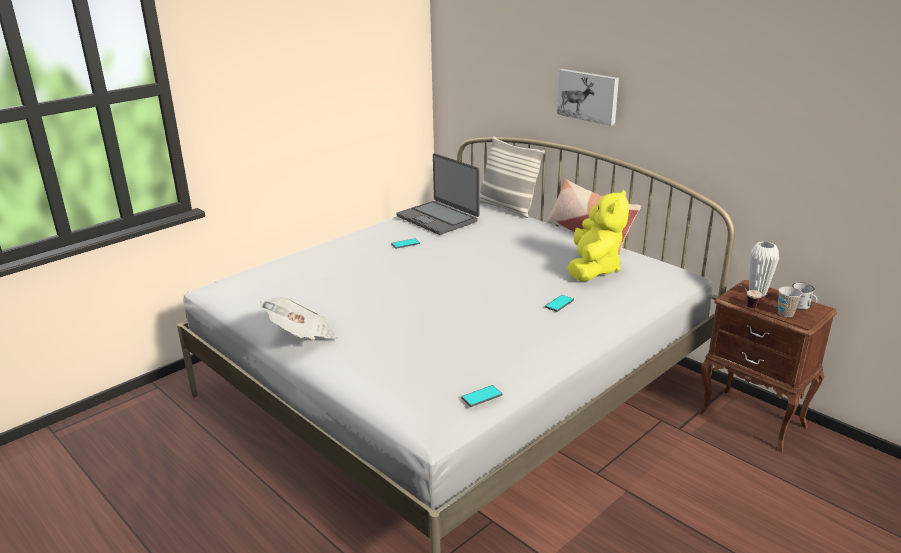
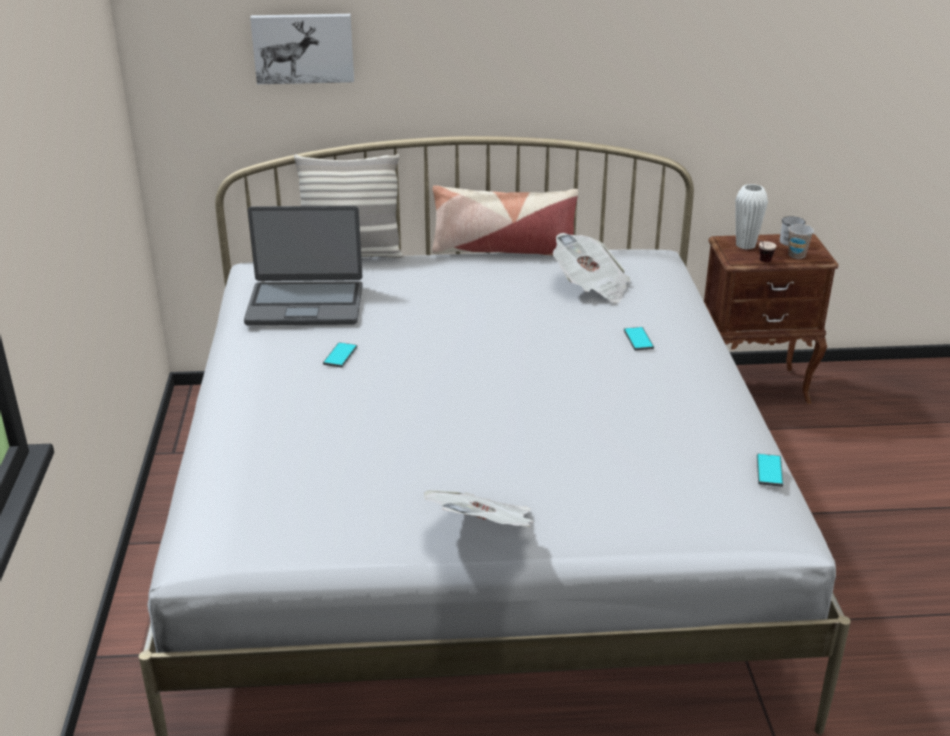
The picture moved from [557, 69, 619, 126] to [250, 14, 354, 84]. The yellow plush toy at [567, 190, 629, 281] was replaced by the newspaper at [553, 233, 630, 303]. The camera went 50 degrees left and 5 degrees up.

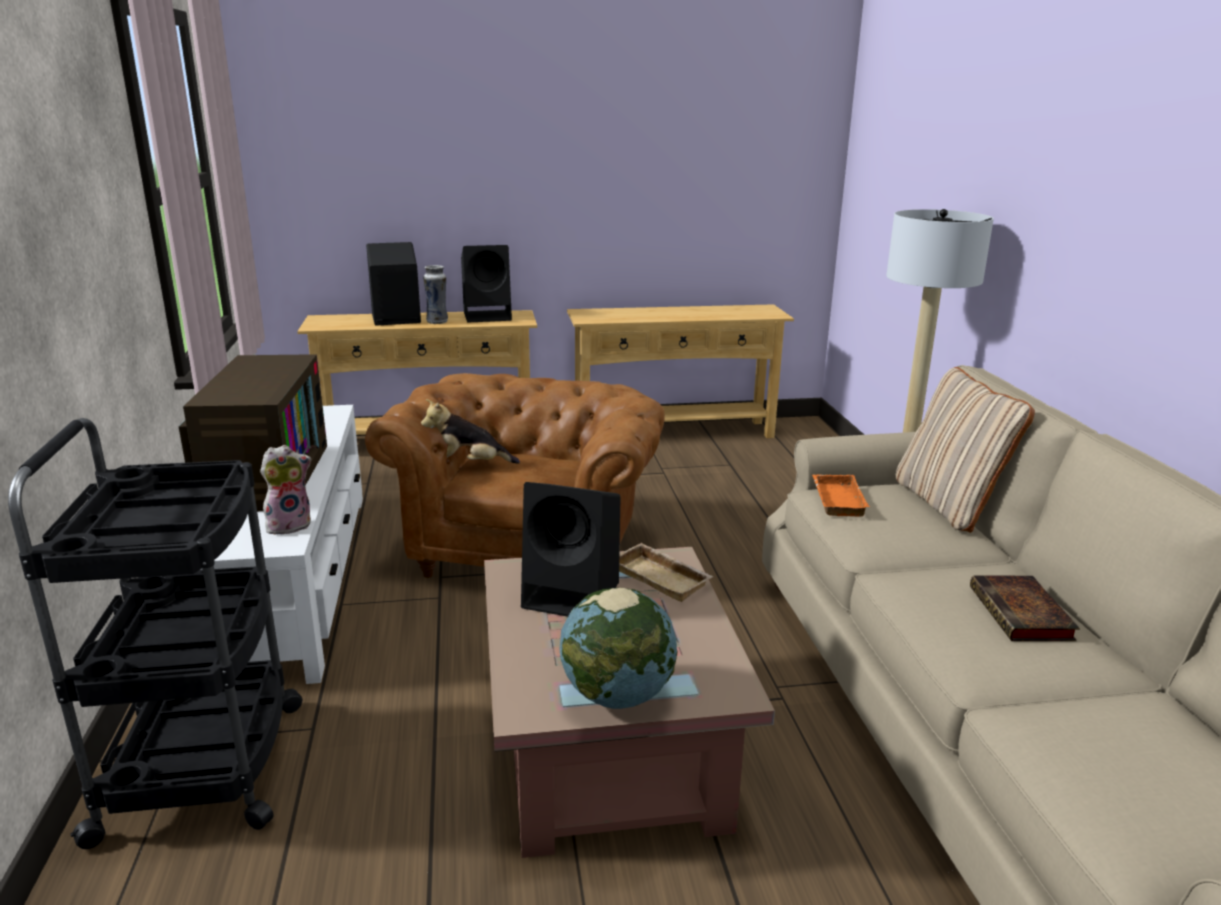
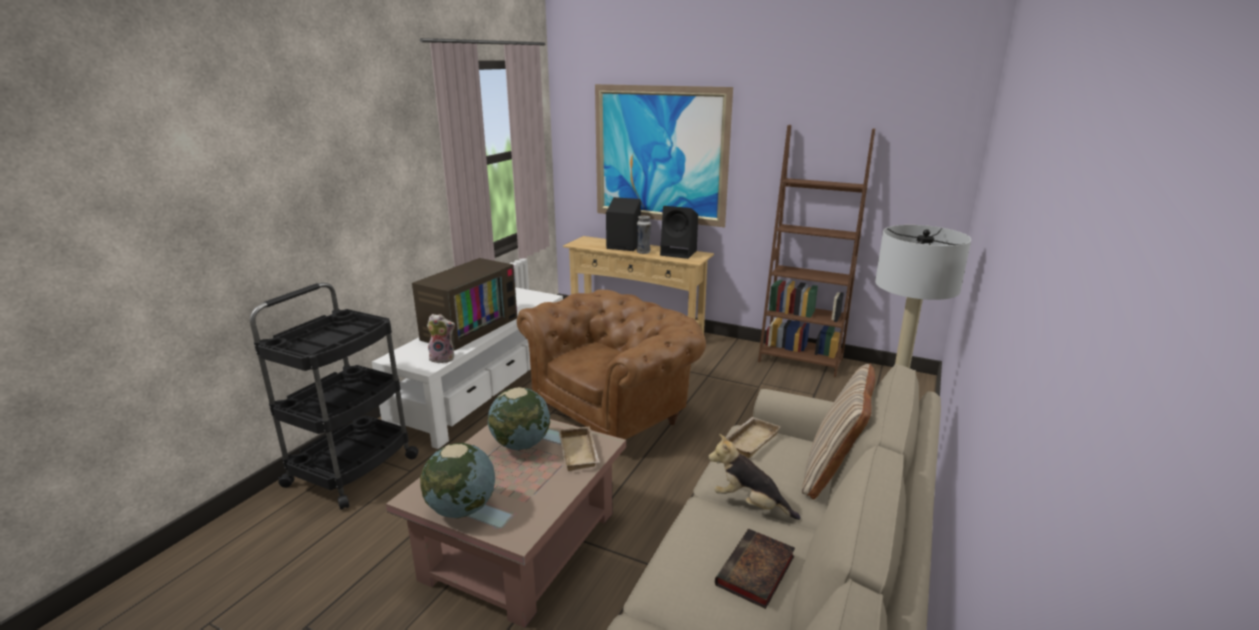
The picture at [595, 84, 733, 227] appeared. The plush toy moved from [421, 399, 520, 464] to [708, 434, 801, 520]. The black speaker at [521, 482, 621, 617] was replaced by the globe at [488, 387, 550, 450]. The beige console table at [567, 304, 794, 438] was replaced by the brown bookcase at [758, 125, 875, 378]. The orange tray at [812, 474, 870, 517] became the beige tray at [726, 417, 781, 458]. The camera went 35 degrees right and 0 degrees up.

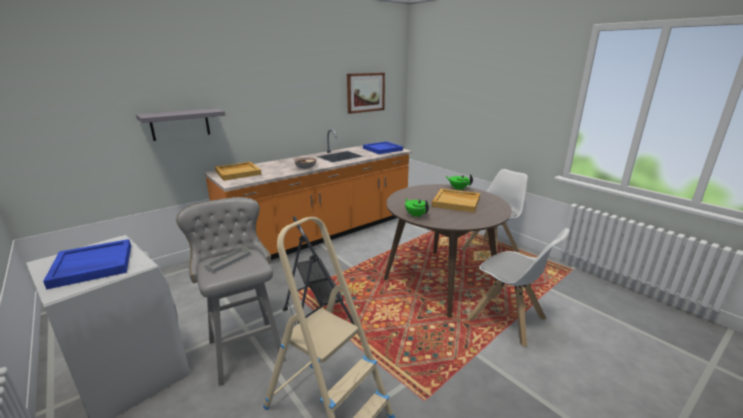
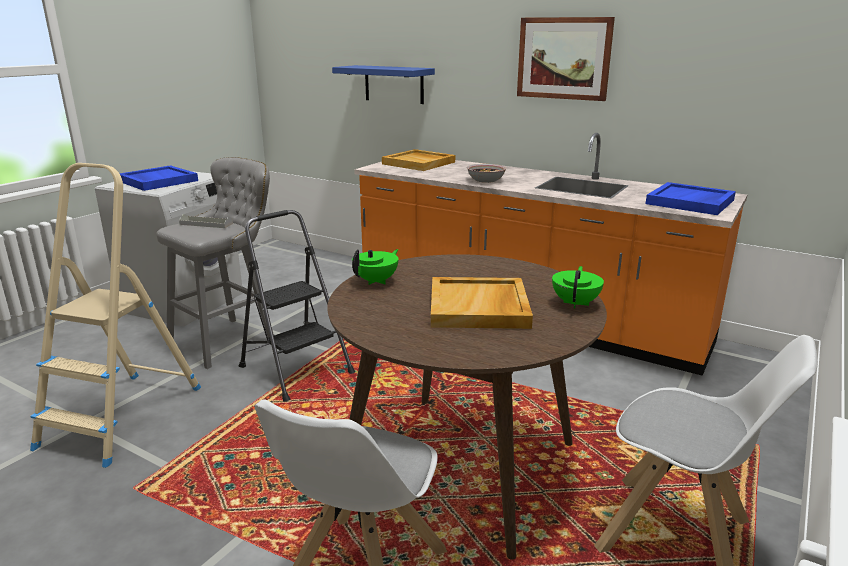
The picture moved from [347, 73, 385, 114] to [517, 17, 615, 101]. The grey shelf at [136, 108, 225, 141] became the blue shelf at [332, 65, 435, 104]. The camera went 70 degrees right and 0 degrees up.

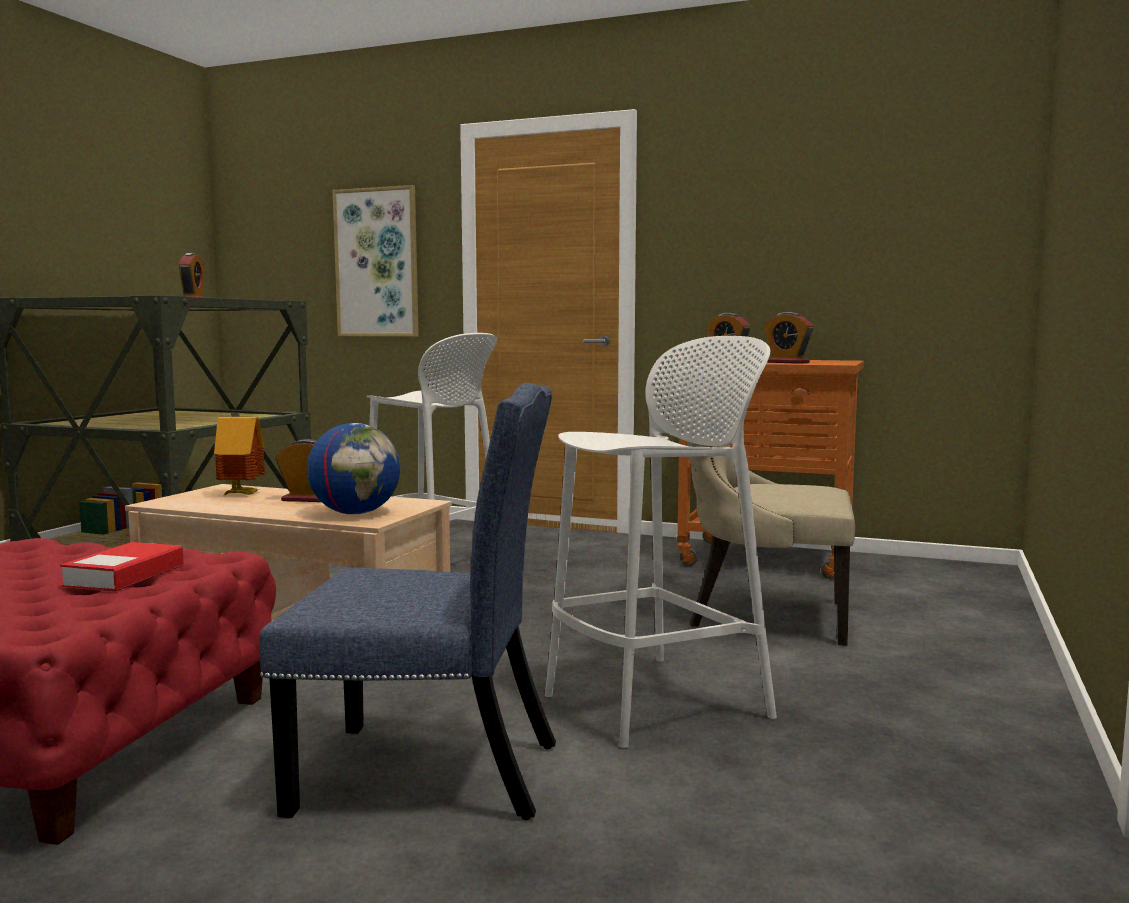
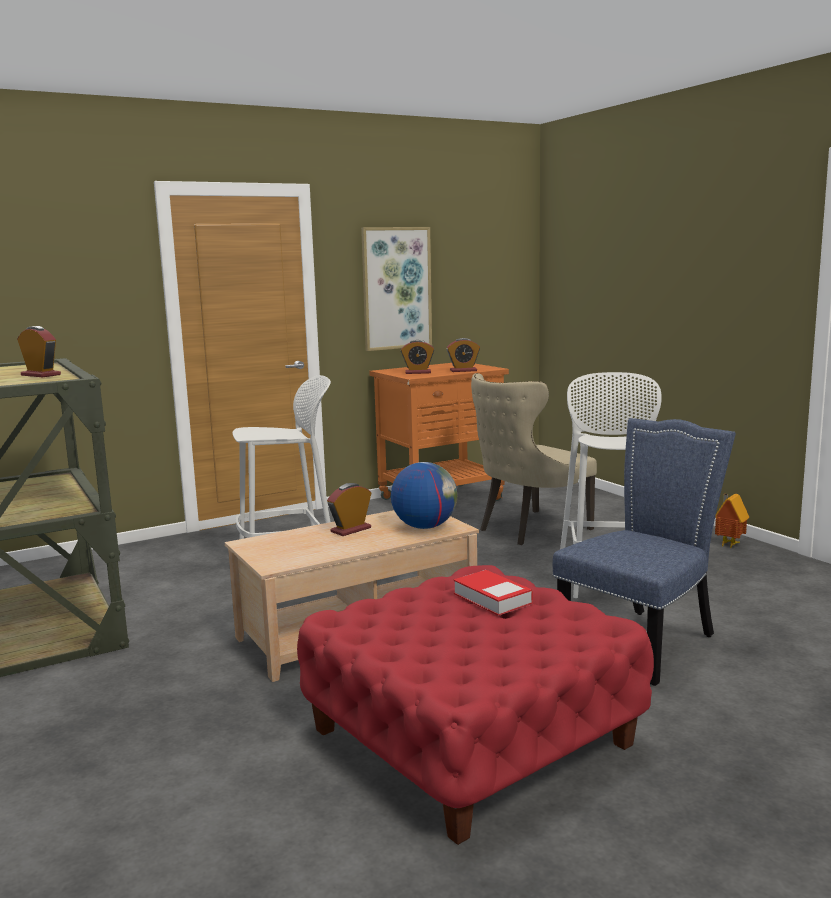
The toy house moved from [214, 412, 265, 496] to [715, 494, 749, 548]. The picture moved from [333, 185, 419, 337] to [361, 227, 432, 351]. The camera went 50 degrees left and 5 degrees up.

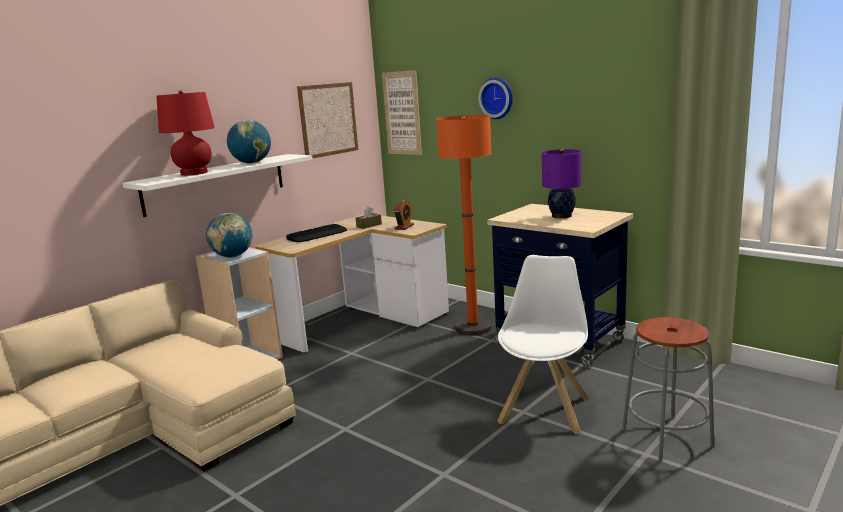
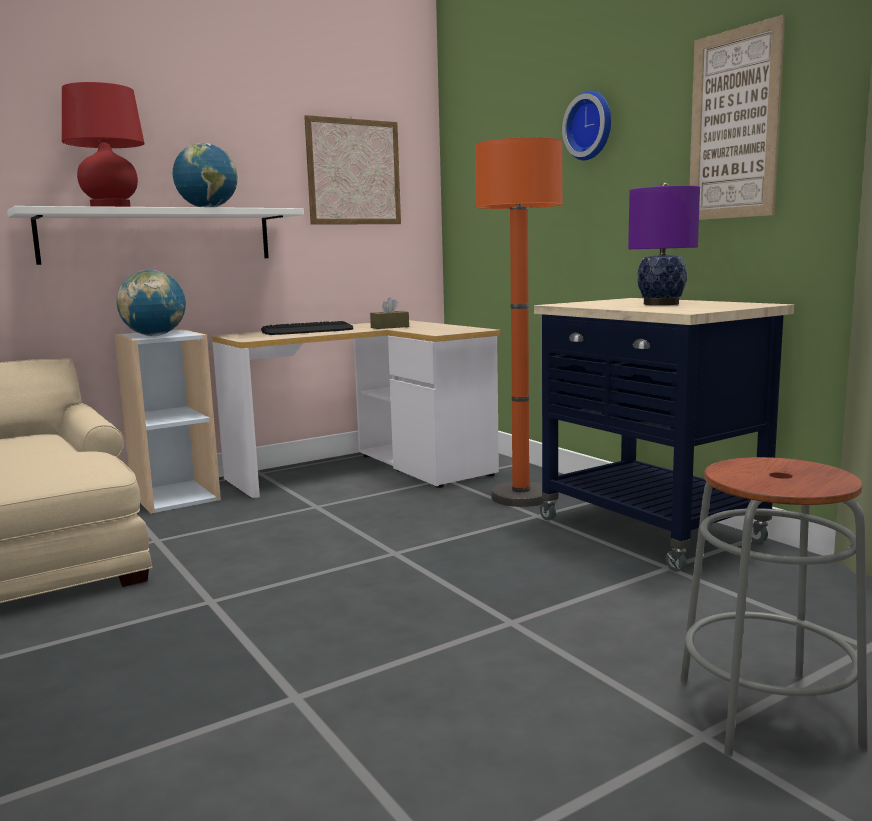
The alarm clock at [394, 200, 414, 230] disappeared. The white chair at [497, 255, 588, 434] disappeared. The picture moved from [382, 70, 422, 155] to [689, 15, 785, 220]. The camera went 15 degrees right and 5 degrees down.

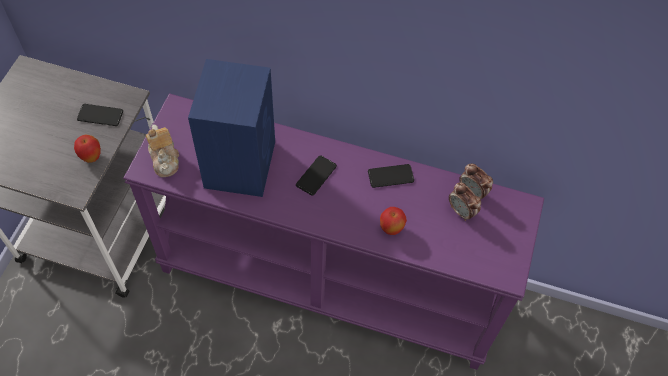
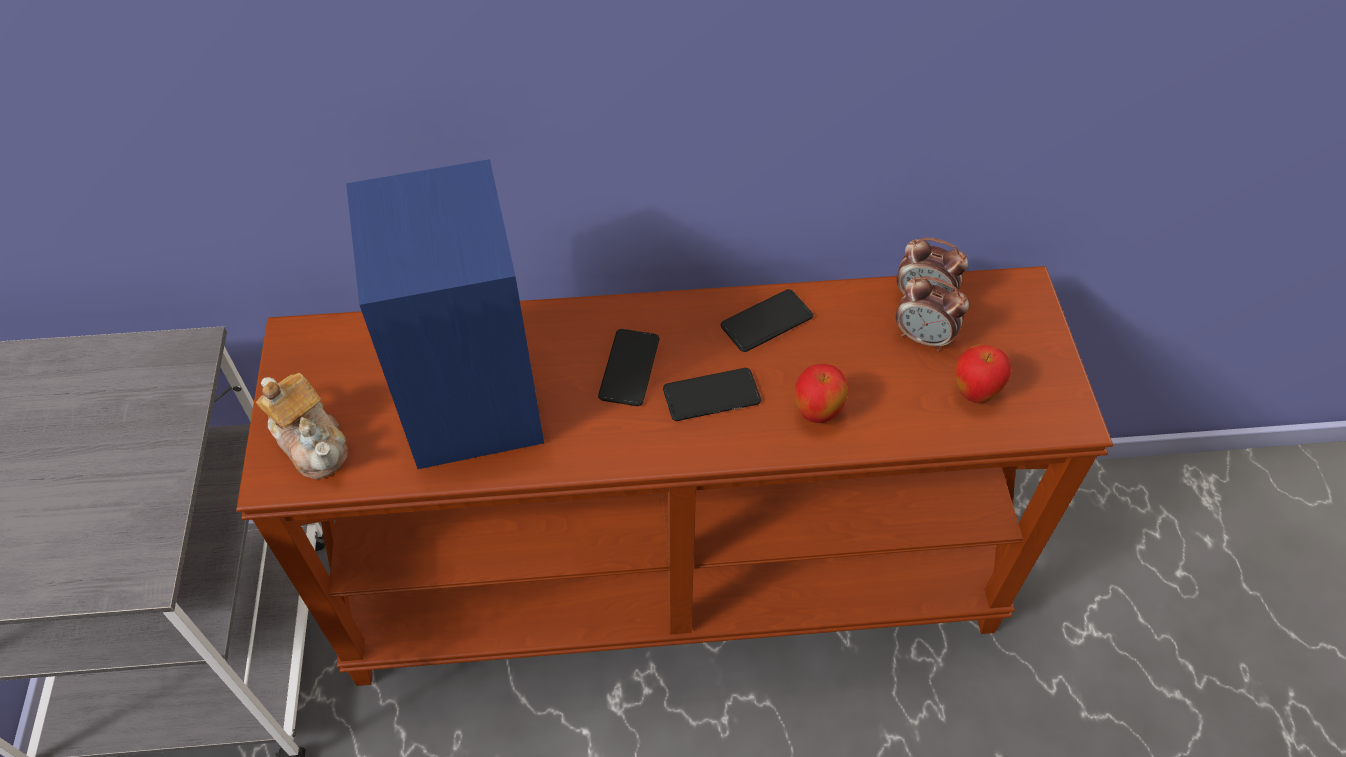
The apple moved from [74, 135, 101, 163] to [955, 344, 1012, 403]. The phone moved from [77, 104, 123, 126] to [663, 368, 761, 421]. The purple console table at [123, 93, 544, 370] became the brown console table at [236, 266, 1113, 686]. The camera went 20 degrees left and 5 degrees down.

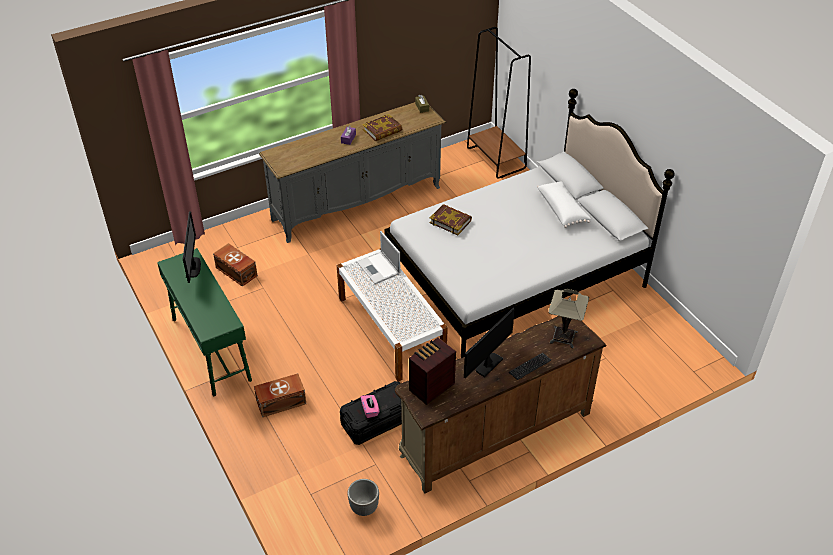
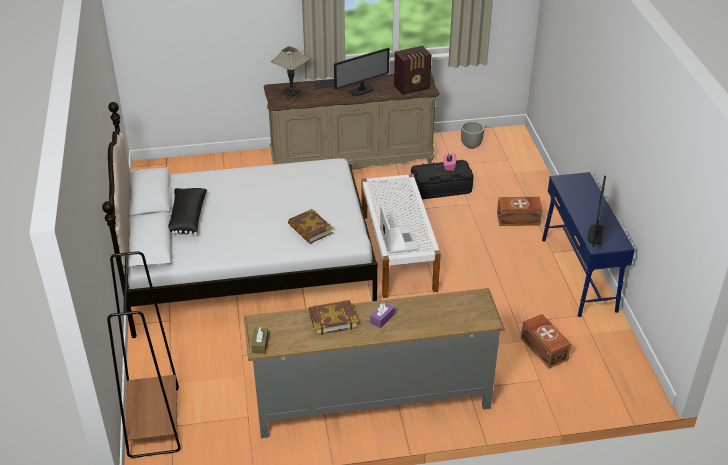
The green console table at [157, 248, 252, 396] became the blue console table at [542, 172, 635, 317]. The white pillow at [537, 181, 592, 228] became the black pillow at [168, 188, 207, 235]. The camera went 160 degrees left and 5 degrees down.

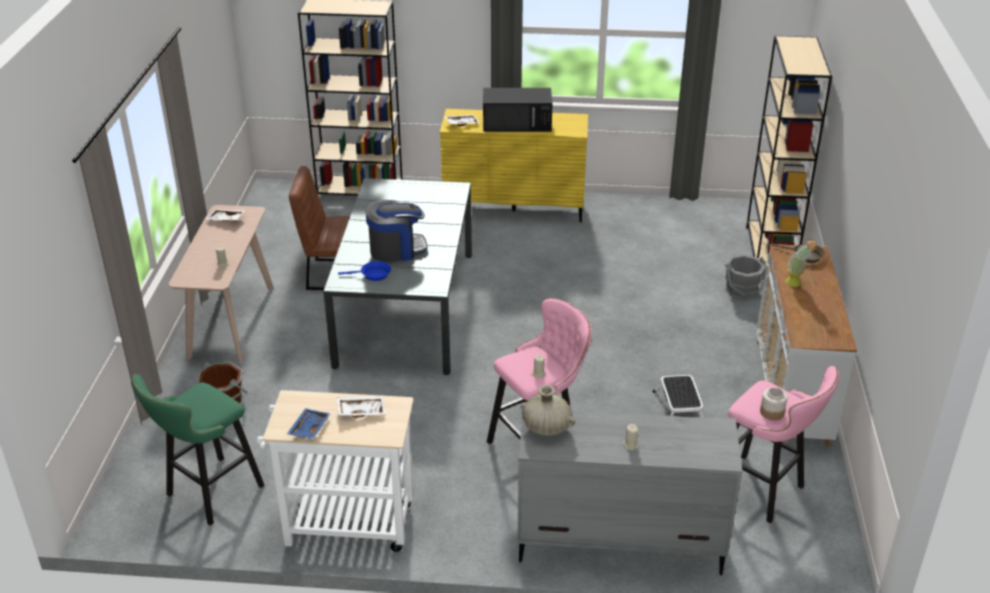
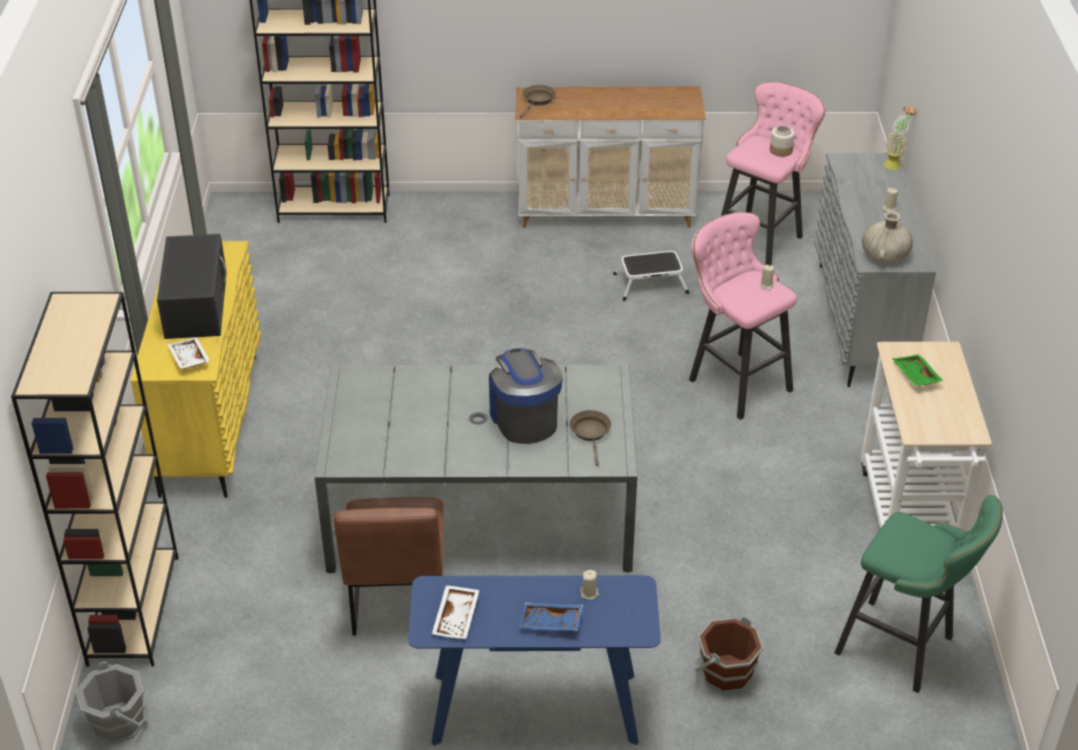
The blue tray moved from [287, 408, 331, 439] to [519, 603, 583, 631]. The grey bucket moved from [725, 254, 767, 299] to [76, 662, 149, 744]. The potted plant moved from [785, 239, 817, 287] to [884, 104, 917, 170]. The beige console table at [169, 205, 274, 363] became the blue console table at [408, 575, 661, 746]. The white tray at [337, 397, 386, 417] became the green tray at [892, 354, 943, 386]. The blue frying pan at [338, 261, 391, 281] became the brown frying pan at [570, 410, 611, 466]. The camera went 95 degrees left and 5 degrees up.

